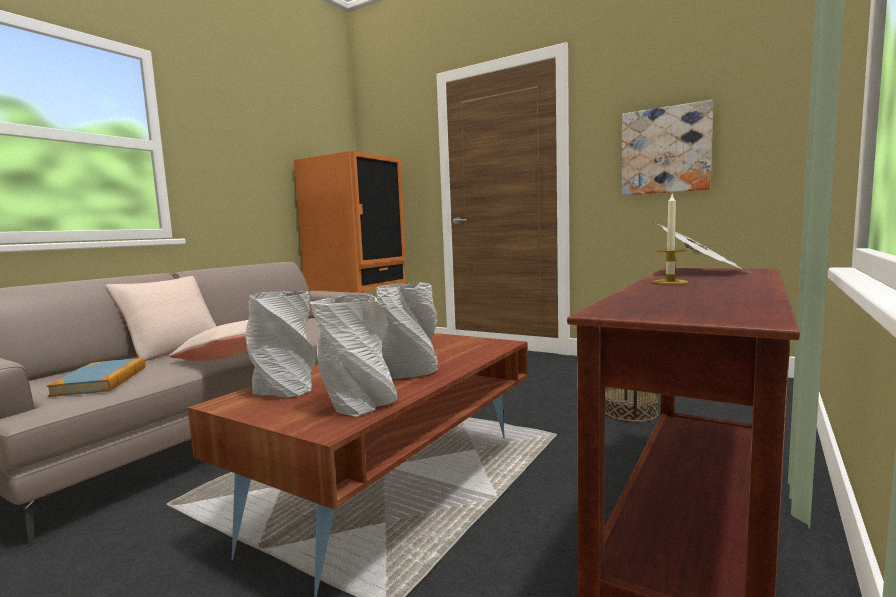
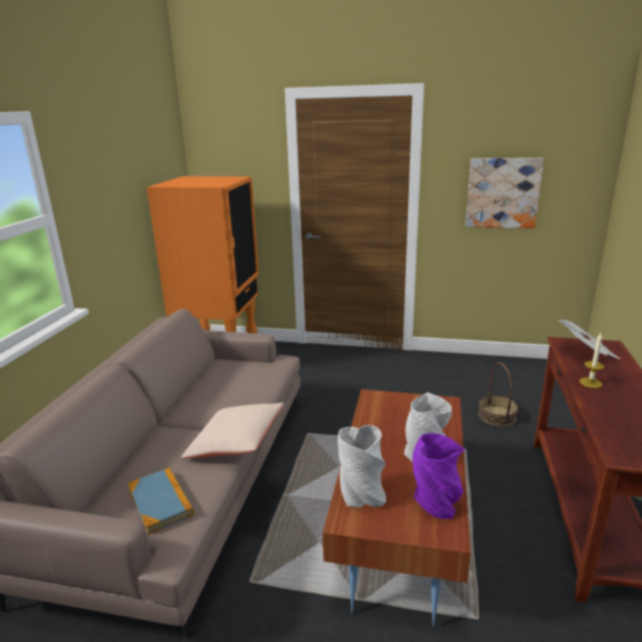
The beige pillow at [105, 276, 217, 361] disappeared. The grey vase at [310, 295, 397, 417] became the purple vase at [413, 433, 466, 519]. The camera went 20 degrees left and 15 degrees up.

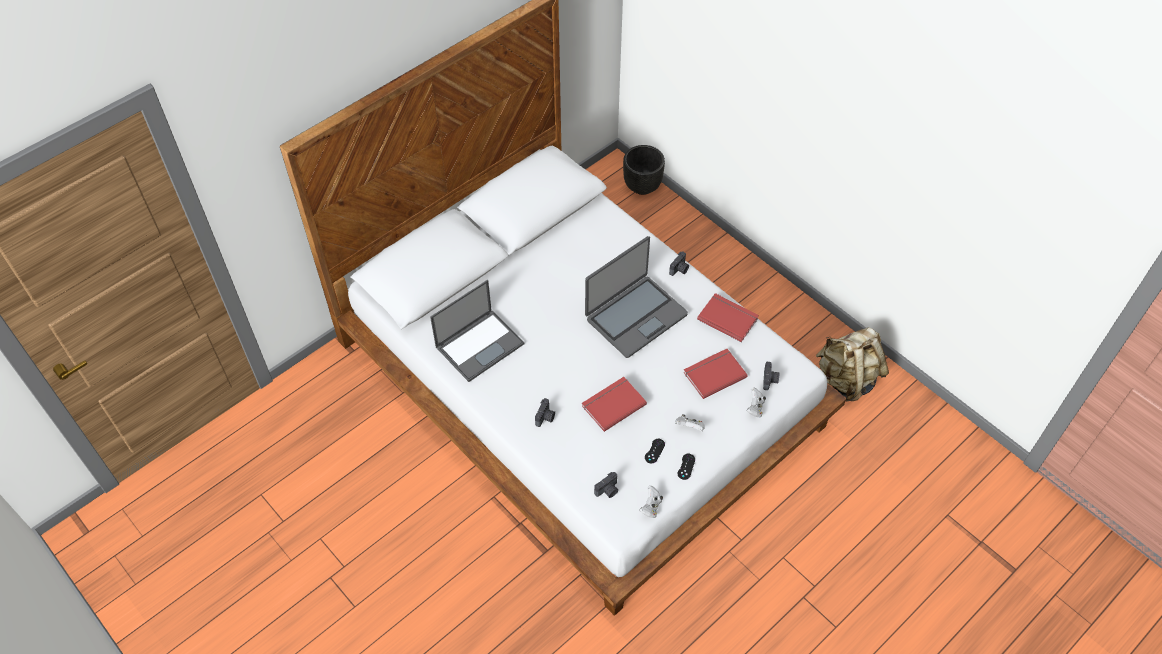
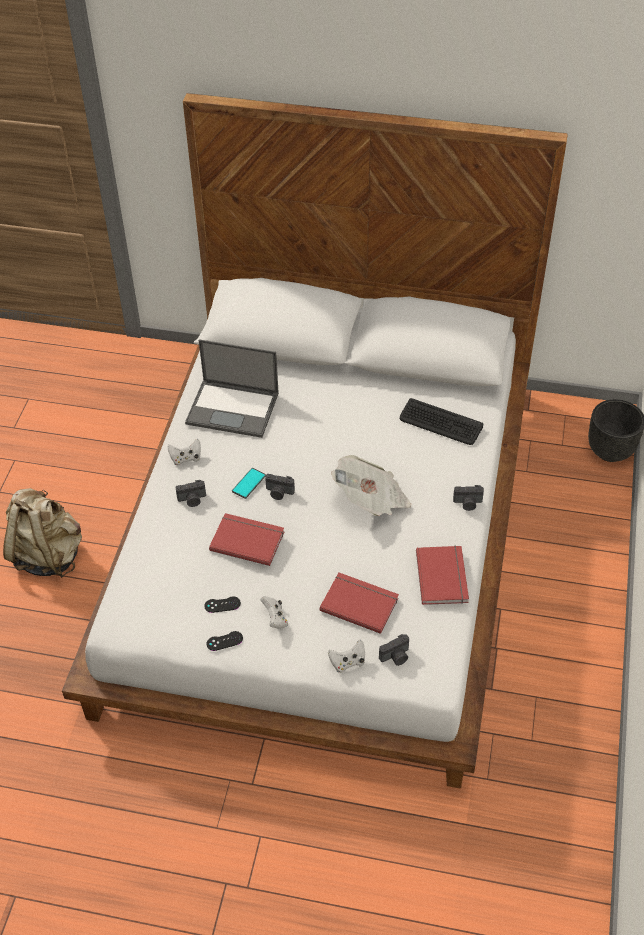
The phone at [232, 468, 266, 499] appeared. The keyboard at [400, 398, 483, 445] appeared. The photo camera moved from [594, 472, 618, 498] to [265, 474, 295, 500]. The white game controller moved from [639, 486, 663, 518] to [168, 439, 201, 465]. The beige backpack moved from [816, 327, 889, 402] to [3, 488, 82, 578]. The laptop at [585, 236, 688, 358] was replaced by the newspaper at [331, 455, 411, 516]. The camera went 55 degrees right and 5 degrees down.

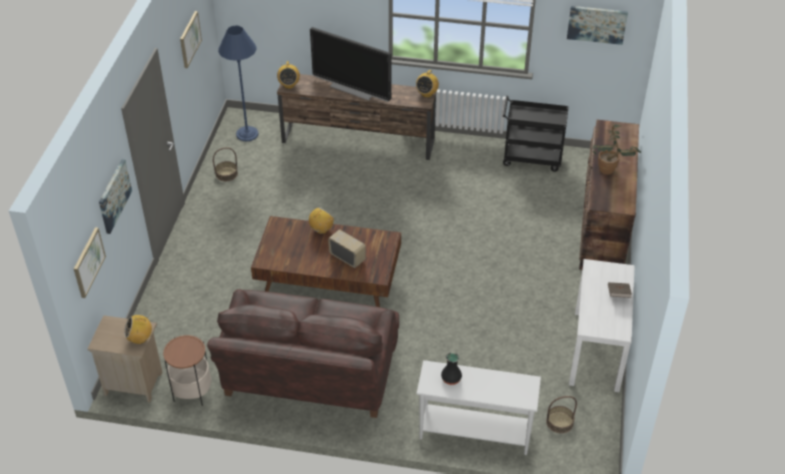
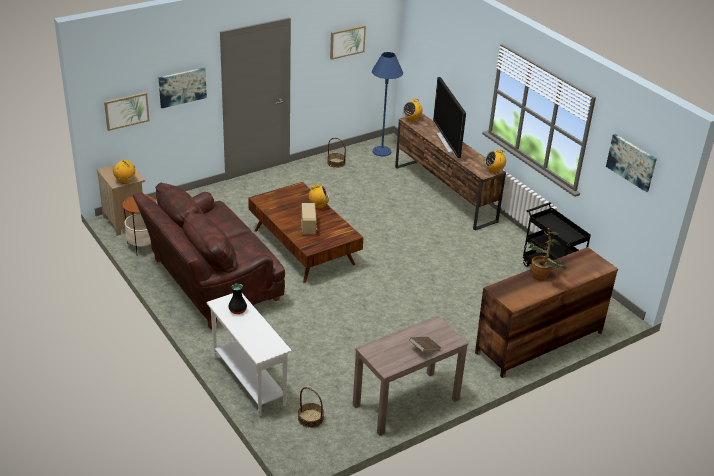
The white console table at [569, 259, 635, 392] became the brown console table at [353, 315, 468, 436]. The camera went 45 degrees right and 10 degrees down.

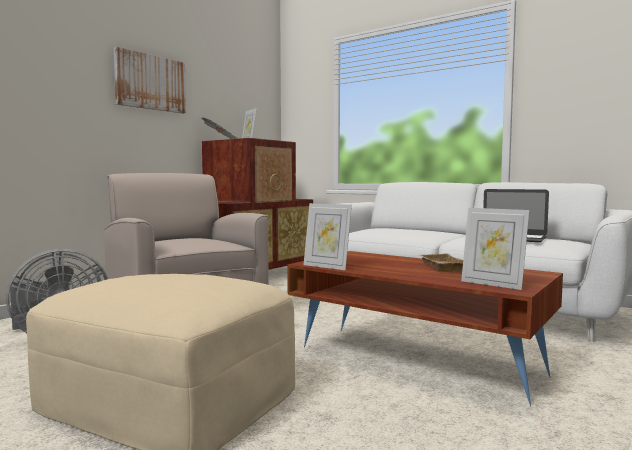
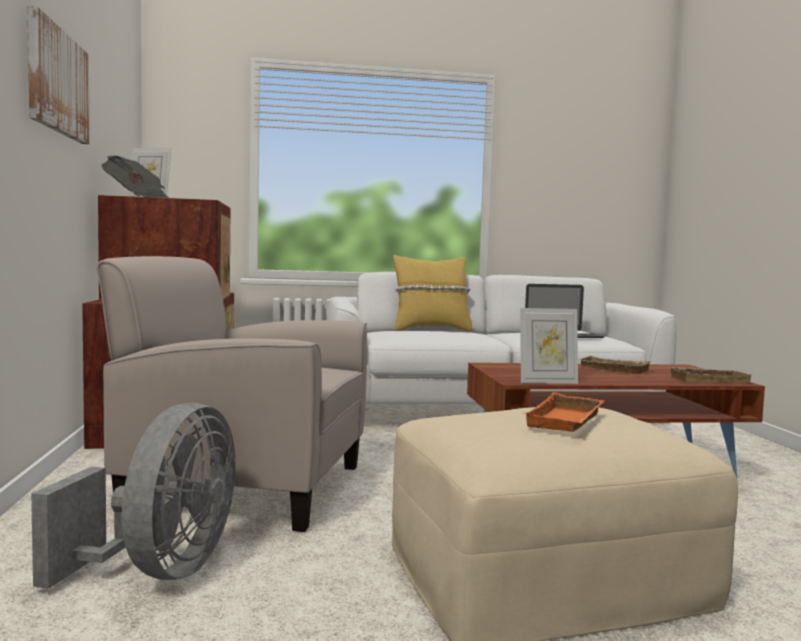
The yellow pillow at [393, 255, 472, 332] appeared. The orange tray at [524, 392, 605, 432] appeared. The picture frame at [461, 208, 530, 290] was replaced by the beige tray at [669, 367, 752, 384]. The camera went 45 degrees left and 0 degrees up.

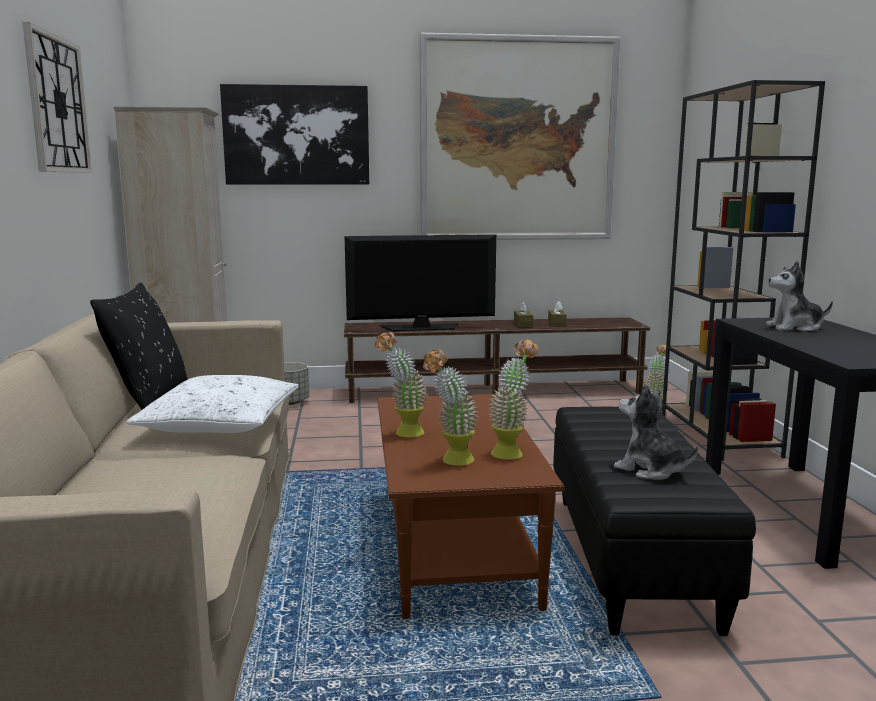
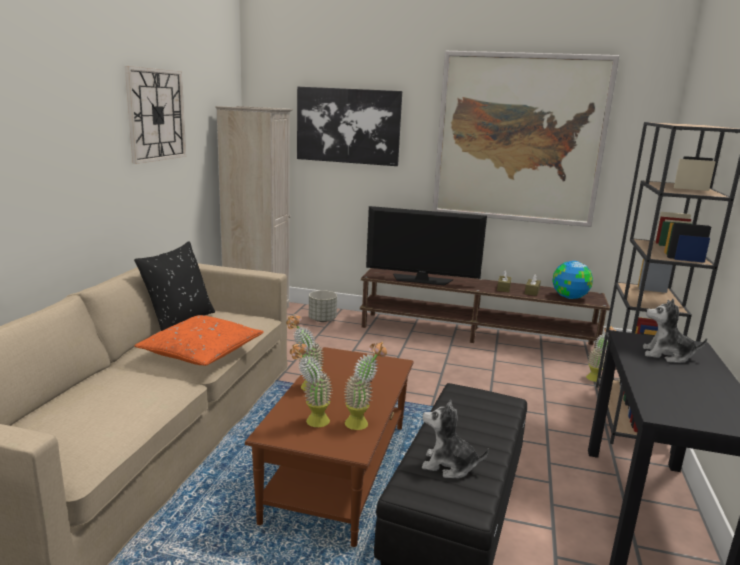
The globe at [552, 261, 593, 299] appeared. The white pillow at [126, 375, 298, 433] became the orange pillow at [135, 315, 264, 366]. The plush toy at [614, 384, 698, 480] turned 45 degrees counterclockwise. The camera went 20 degrees right and 5 degrees up.

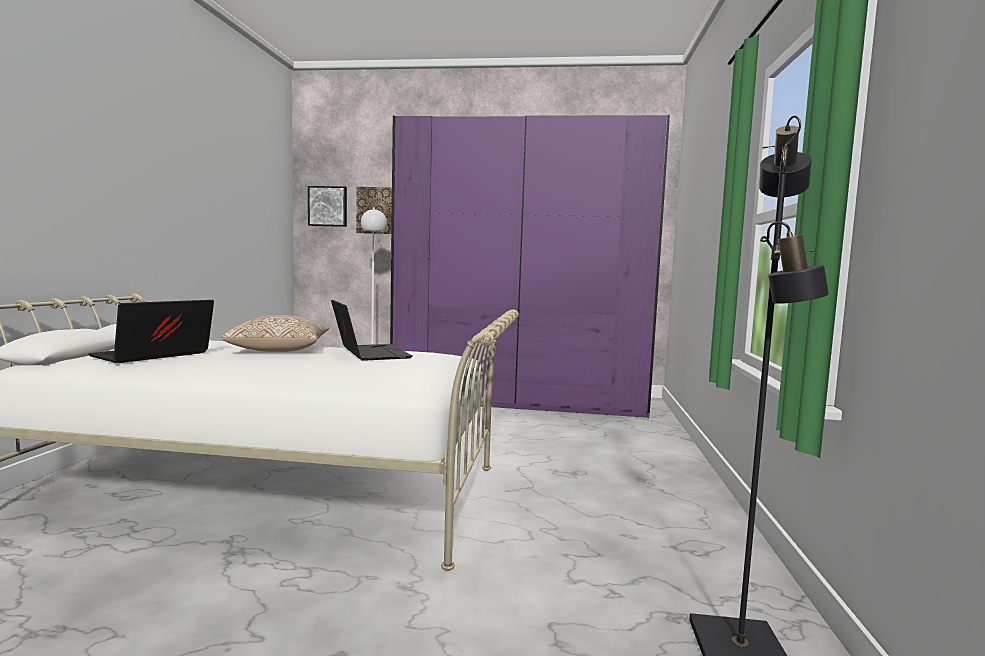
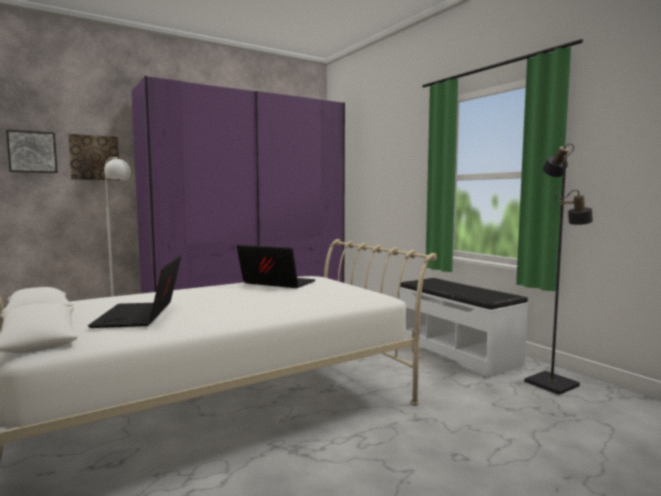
The pillow at [221, 315, 329, 352] disappeared. The white bench at [400, 278, 528, 377] appeared. The camera went 40 degrees left and 0 degrees up.

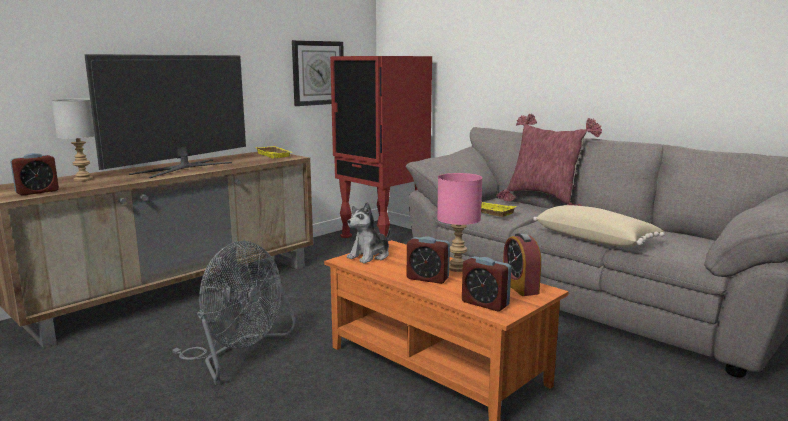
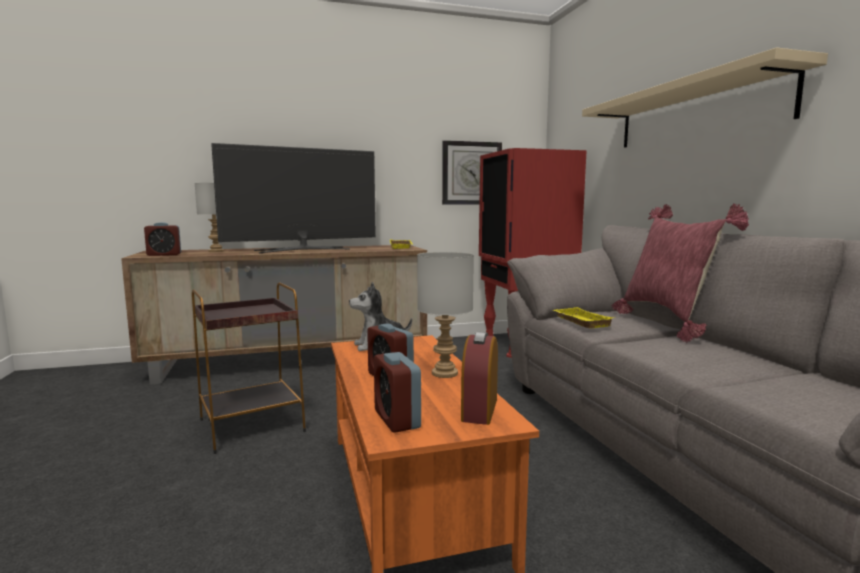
The beige pillow at [533, 205, 665, 248] disappeared. The beige shelf at [582, 47, 828, 148] appeared. The grey fan at [172, 241, 296, 385] was replaced by the brown side table at [192, 282, 306, 454]. The pink table lamp at [437, 173, 482, 272] became the grey table lamp at [417, 252, 474, 378]. The camera went 30 degrees right and 5 degrees down.

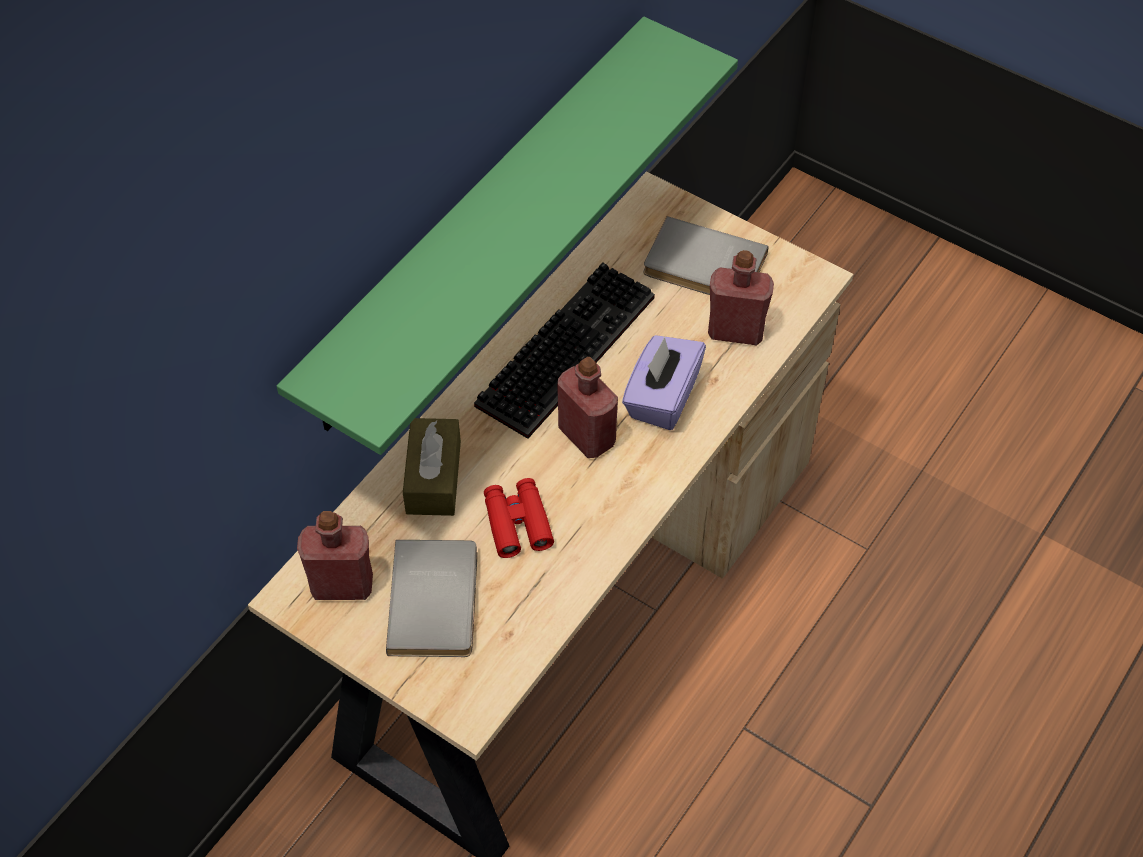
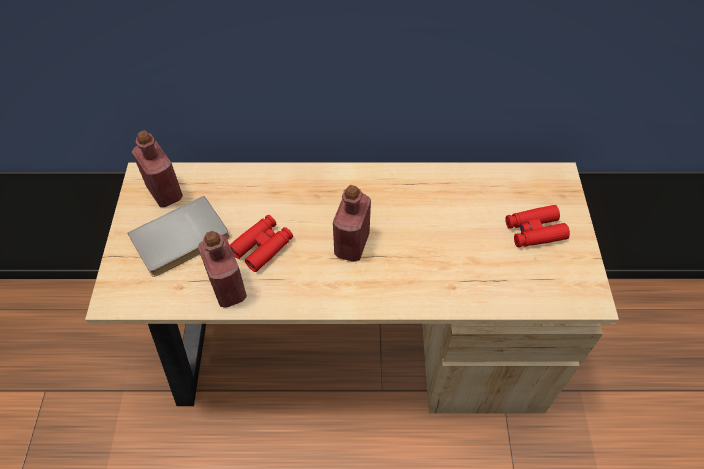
The green shelf at [277, 16, 738, 455] disappeared. The brown tissue box at [403, 418, 461, 516] disappeared. The keyboard at [474, 263, 655, 439] disappeared. The purple tissue box at [622, 335, 706, 430] disappeared. The red bottle moved from [708, 250, 774, 345] to [198, 231, 247, 307]. The grey book at [644, 216, 769, 295] was replaced by the red binoculars at [505, 205, 570, 247]. The camera went 55 degrees right and 0 degrees up.

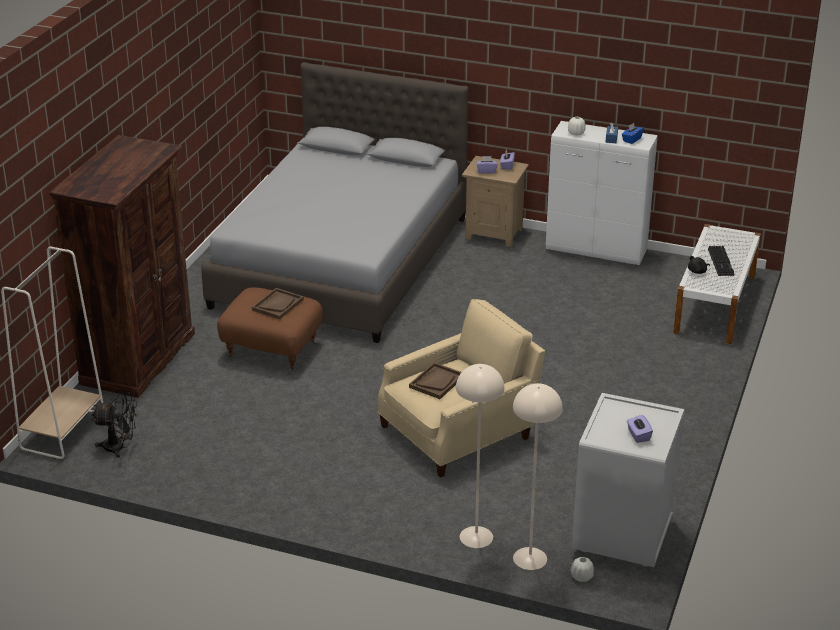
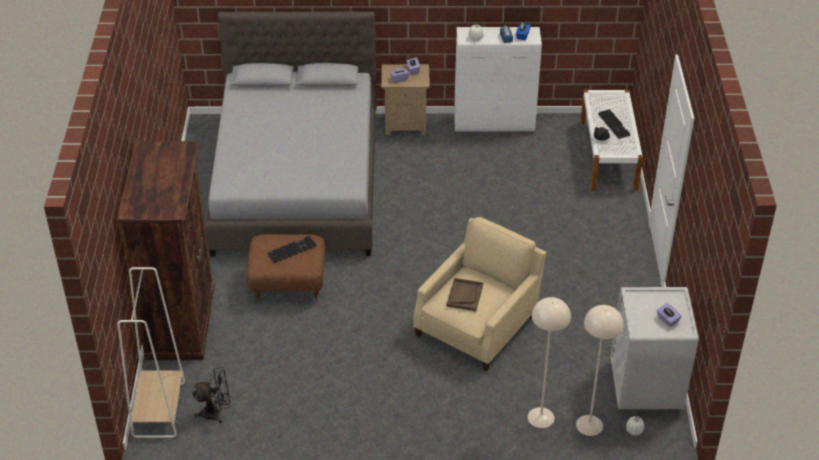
The brown tray at [252, 288, 304, 320] was replaced by the keyboard at [268, 236, 317, 263]. The camera went 20 degrees left and 10 degrees up.

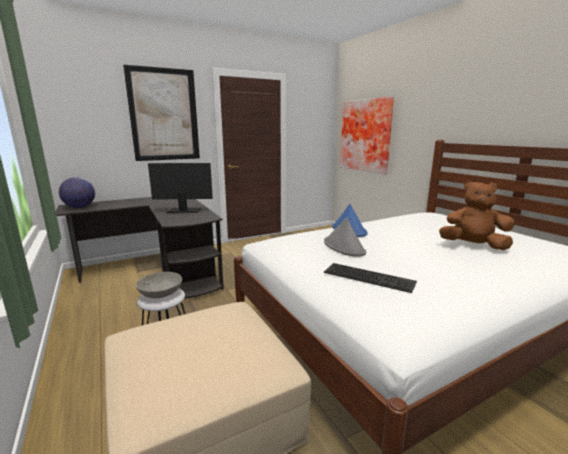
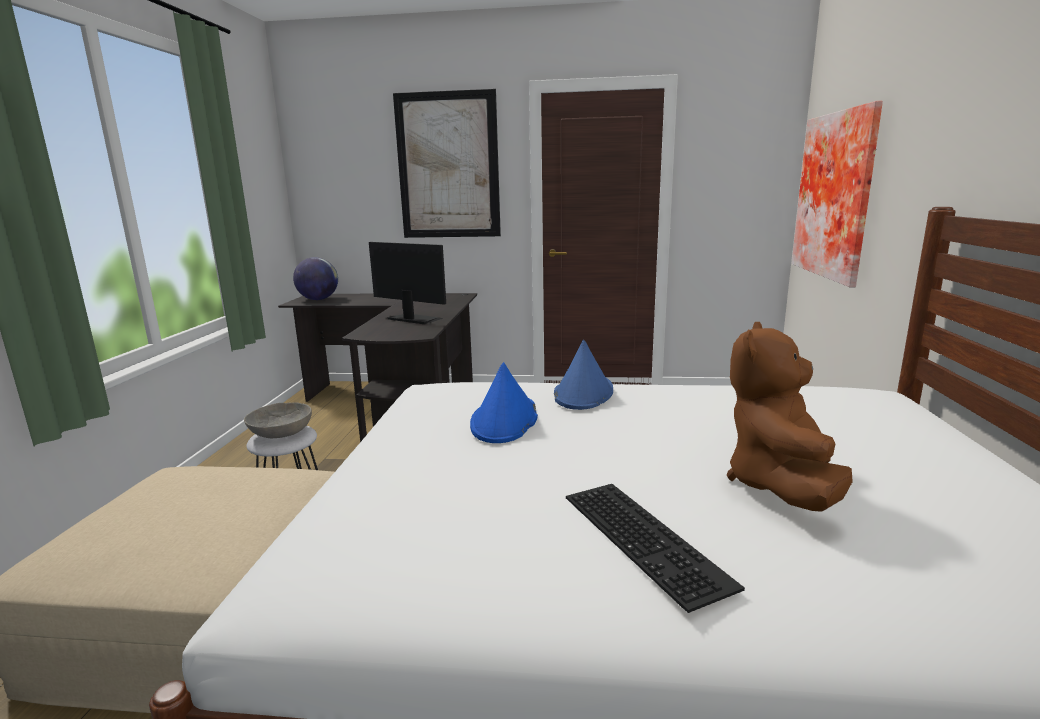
The keyboard moved from [324, 263, 417, 293] to [566, 484, 745, 613]. The grey hat at [324, 217, 366, 257] became the blue hat at [470, 362, 538, 443]. The brown plush toy at [439, 180, 515, 250] turned 120 degrees counterclockwise. The camera went 35 degrees right and 0 degrees up.

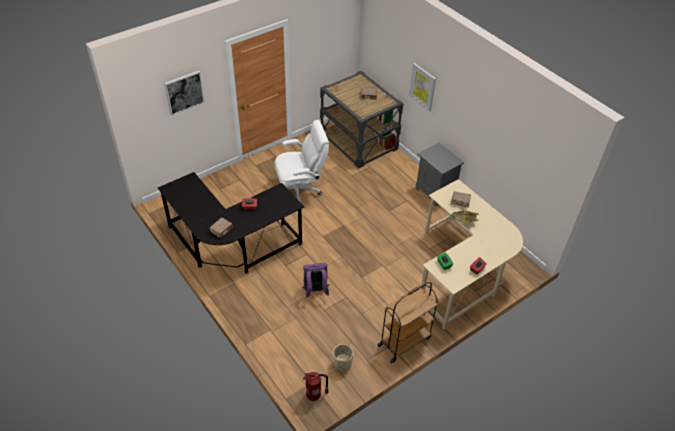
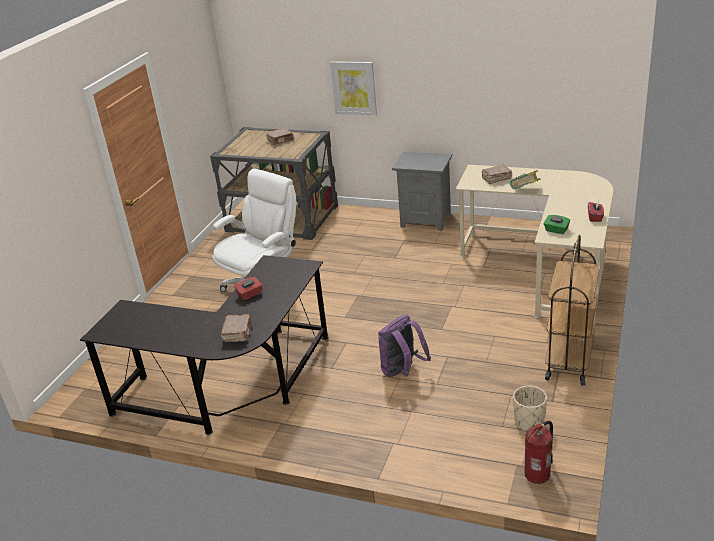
The picture at [164, 71, 205, 116] disappeared. The camera went 30 degrees left and 15 degrees down.

